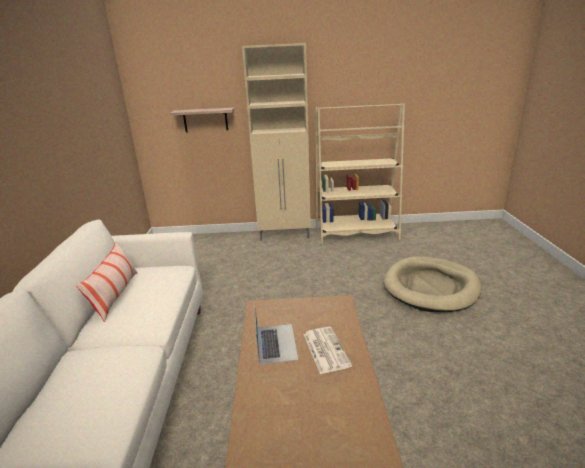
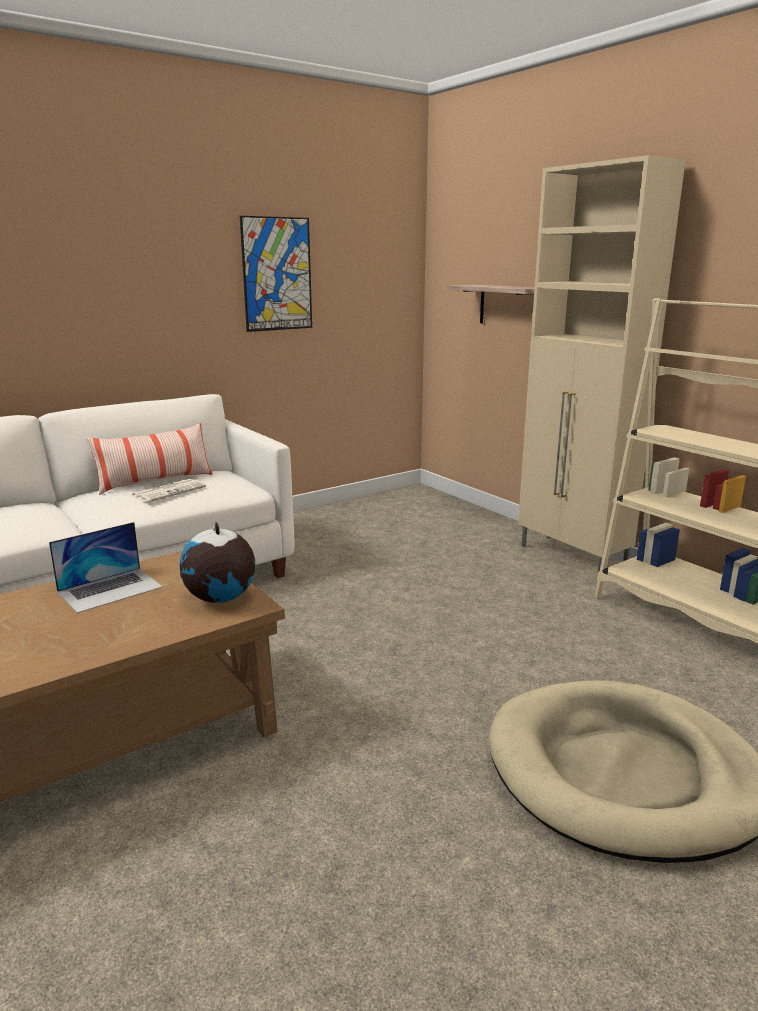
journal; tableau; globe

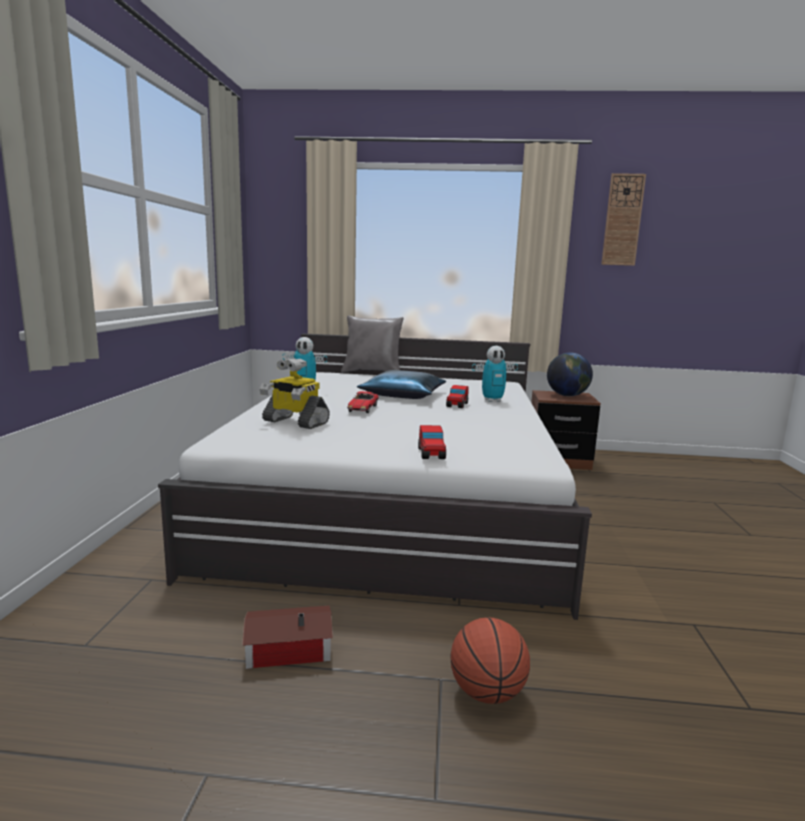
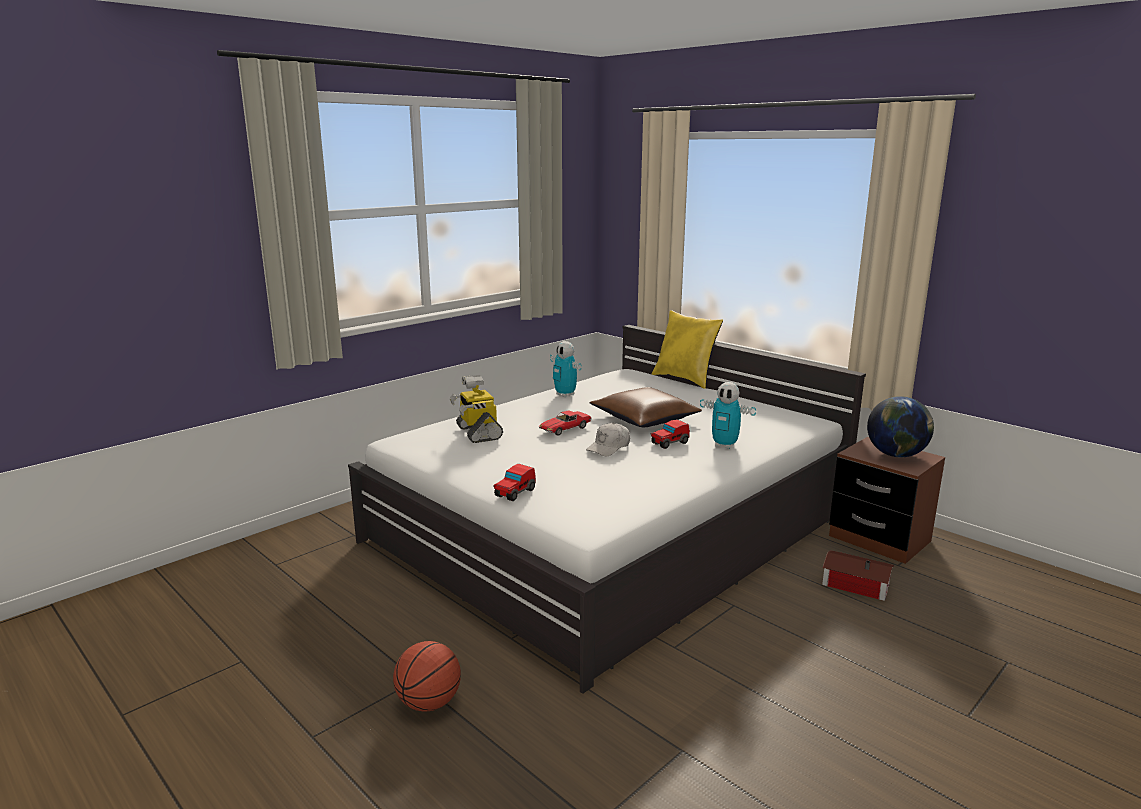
horloge murale; coussin (jaune); coussin (marron); maison miniature; casquette (blanc)

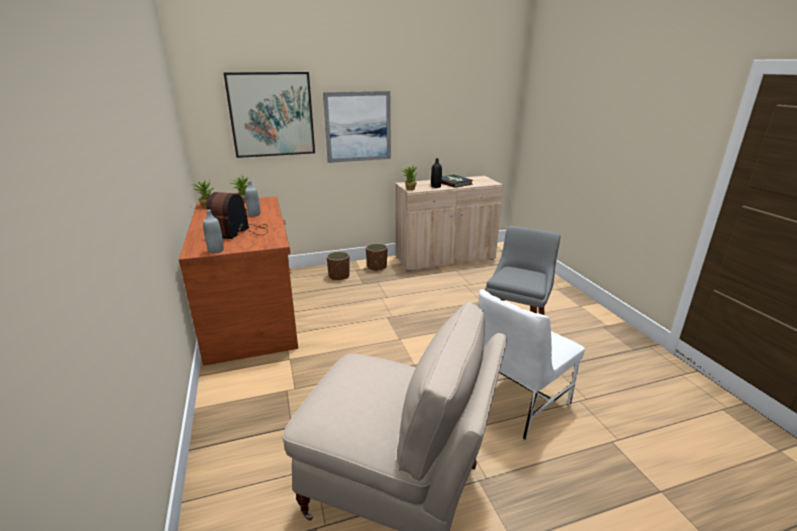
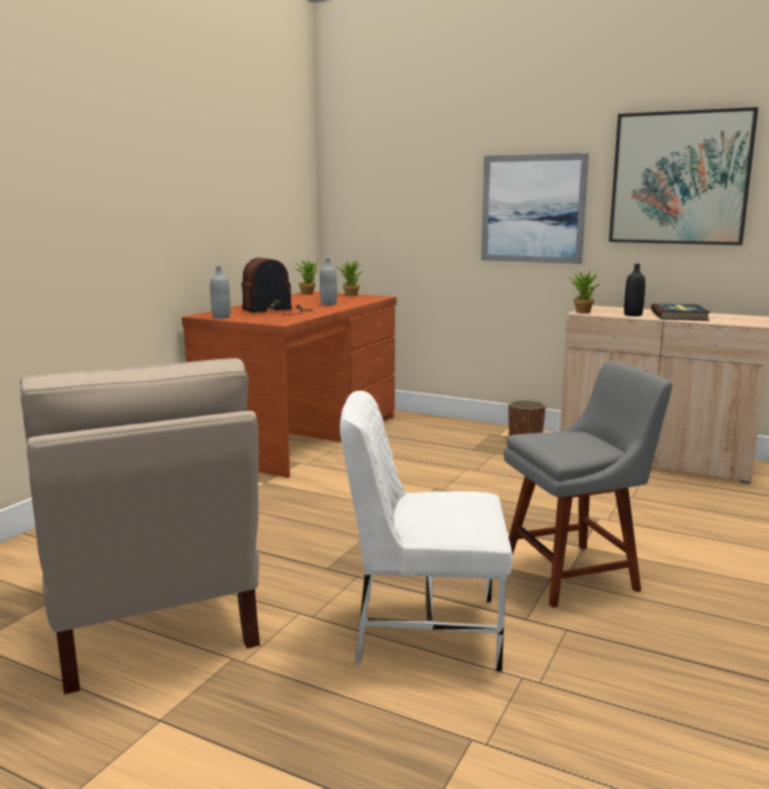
tableau (2nd from left); cache-pot (marron) (1st from left in the first image)

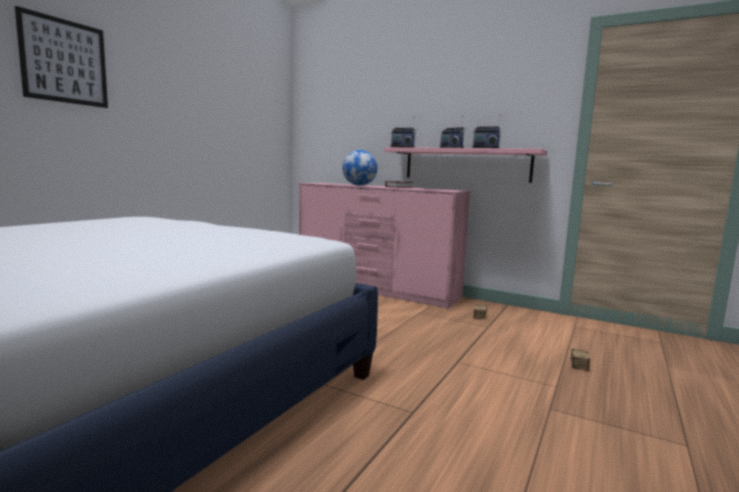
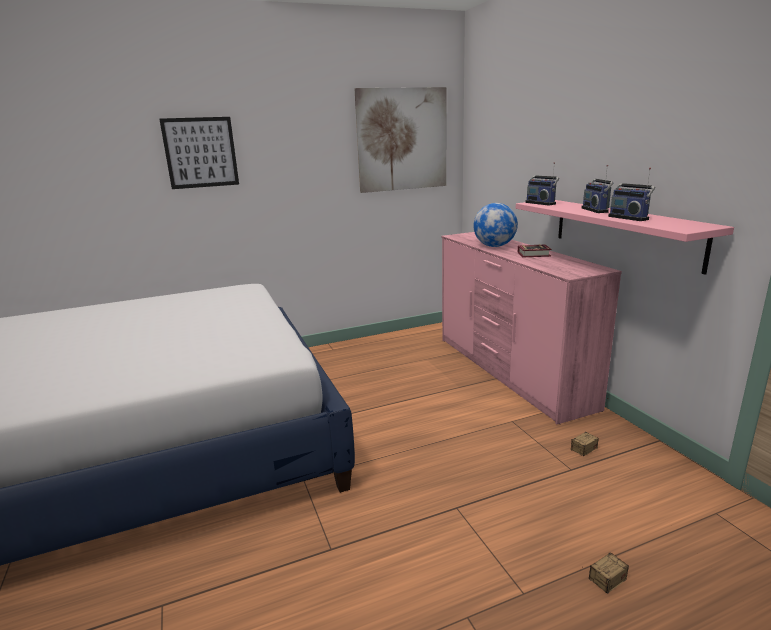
tableau (2nd from left)

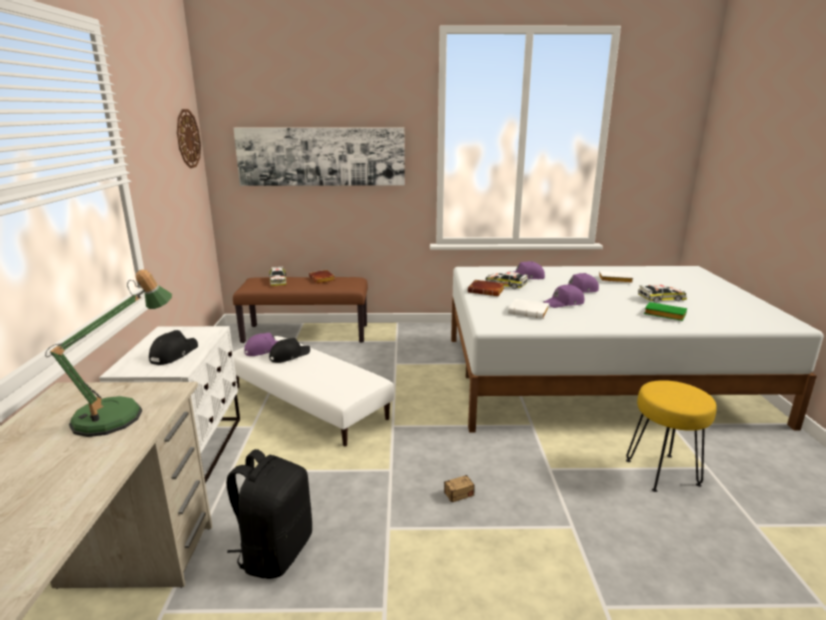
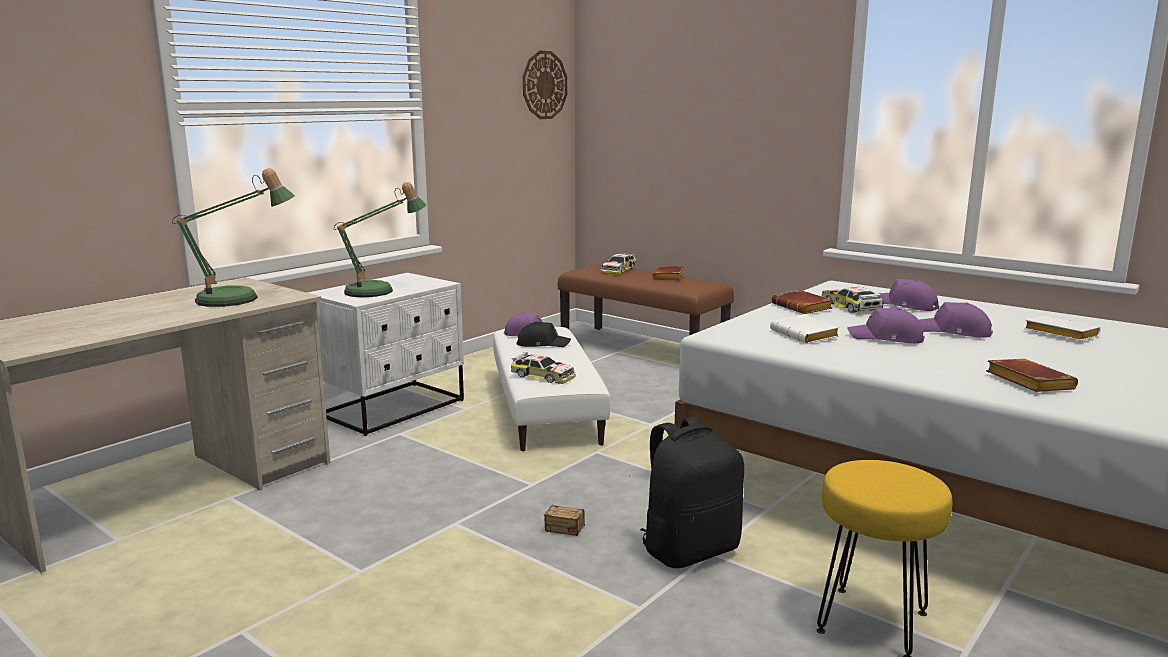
tableau; petite voiture (1st from left); livre (marron) (3rd from left); lampe de table (2nd from left); sac à dos (noir)

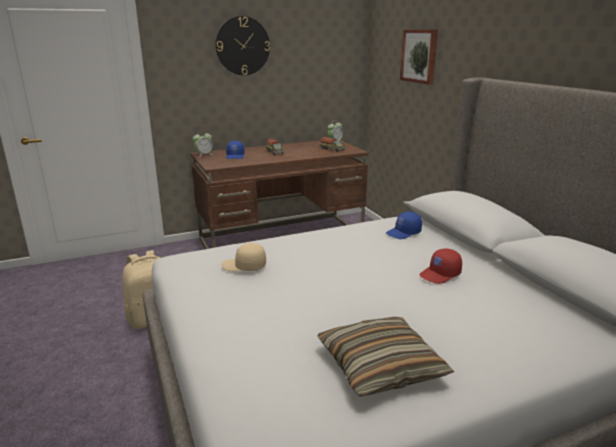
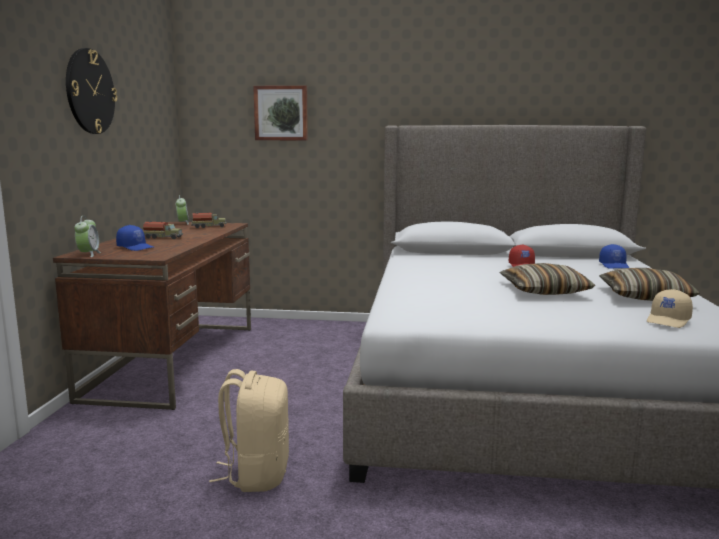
casquette (bleu) (2nd from left); casquette (beige); coussin (1st from left)

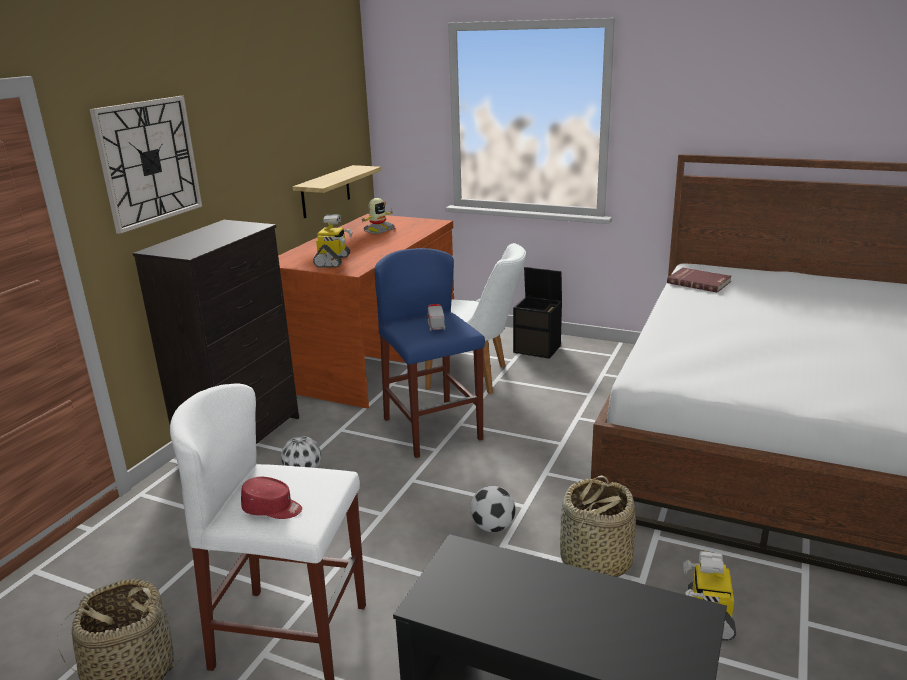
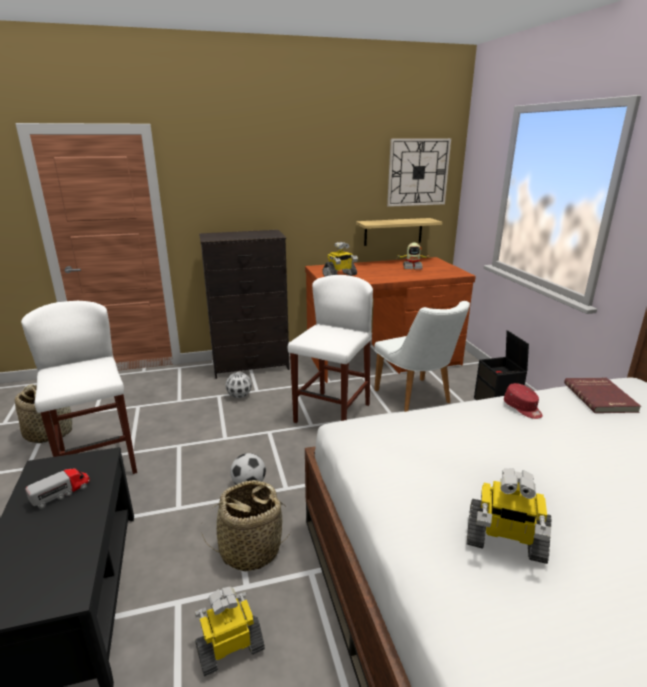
horloge murale; tabouret (blanc) (2nd from left); camion jouet; casquette (rouge); robot jouet (4th from left)

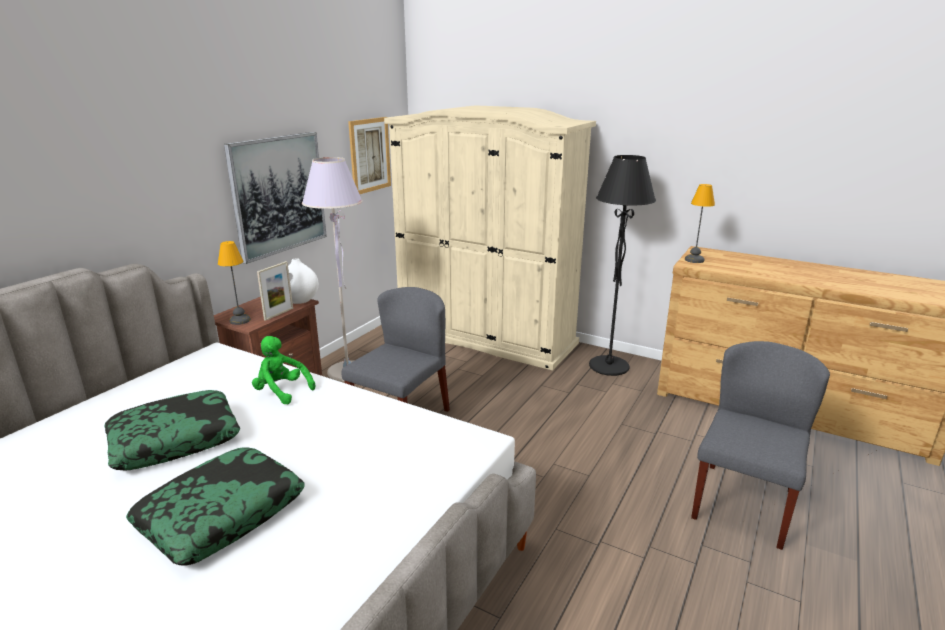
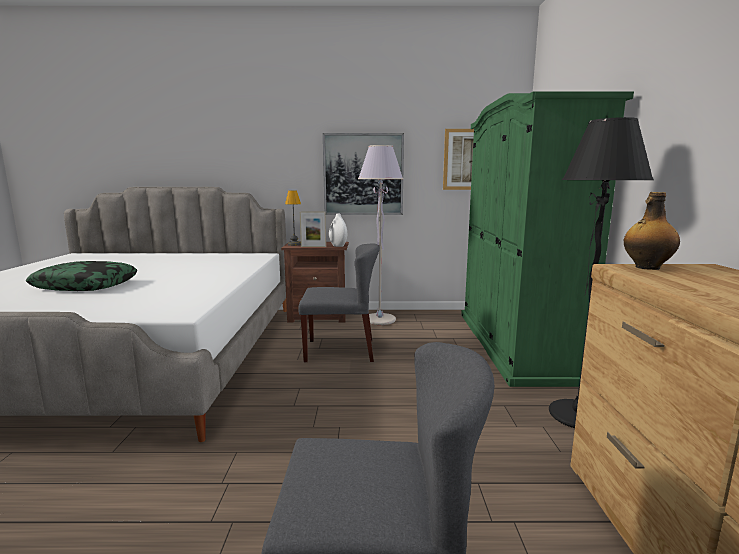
armoire (vert); bouteille; peluche (vert); coussin (1st from left in the first image)

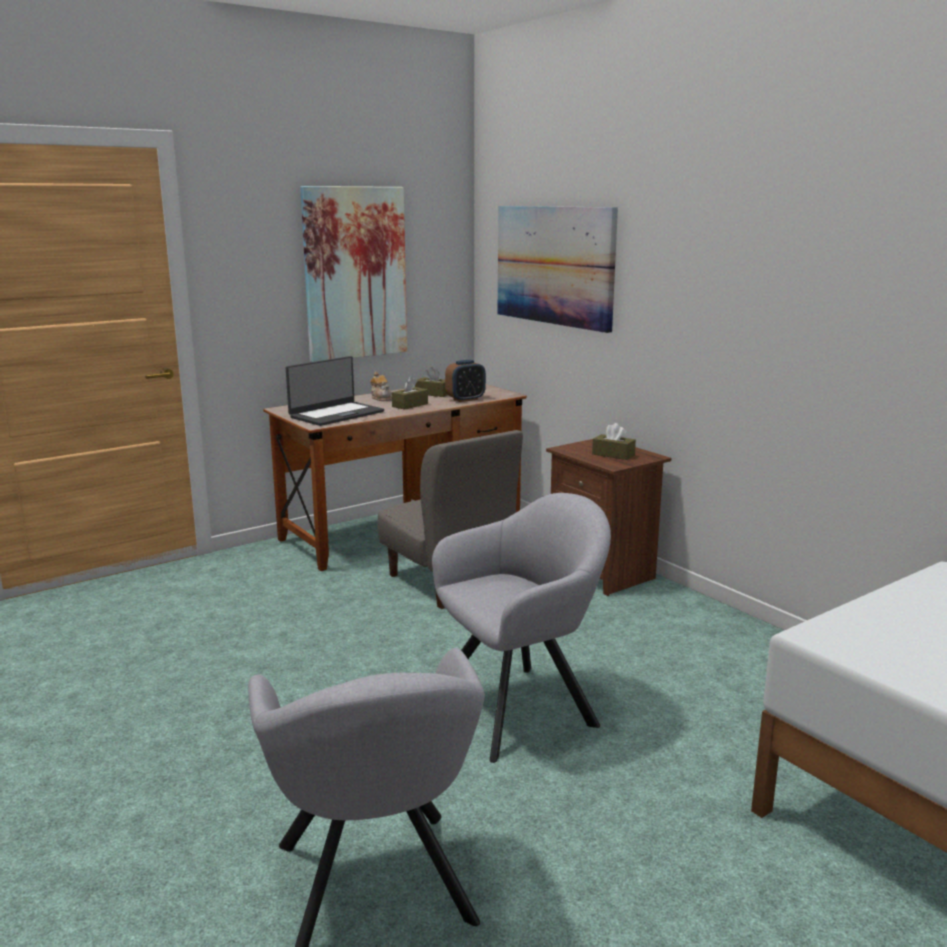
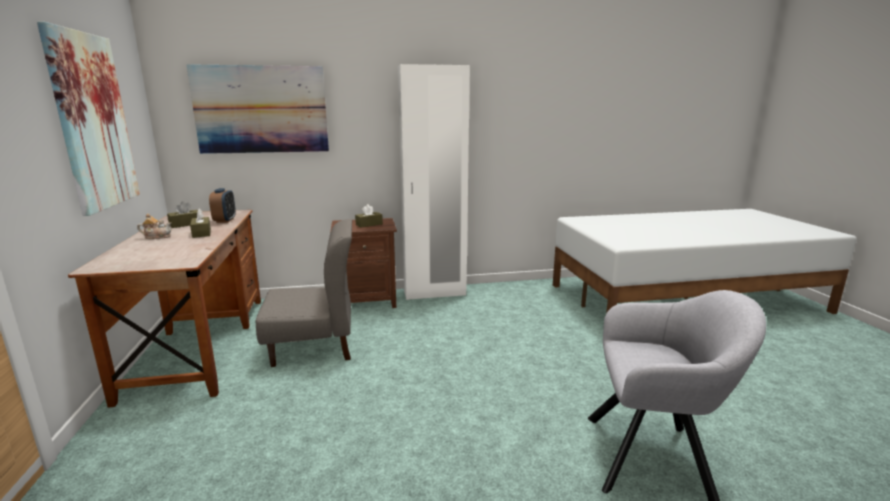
ordinateur portable; fauteuil (gris) (2nd from left in the first image); armoire (blanc)

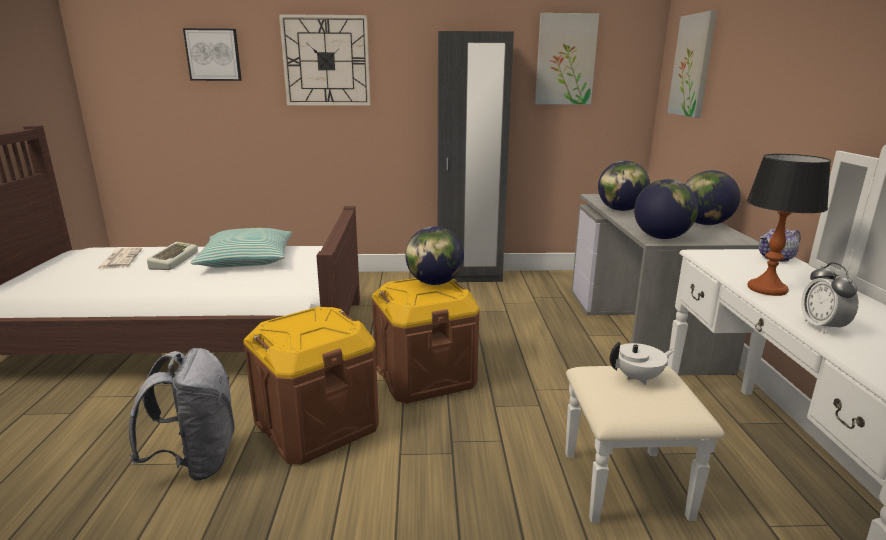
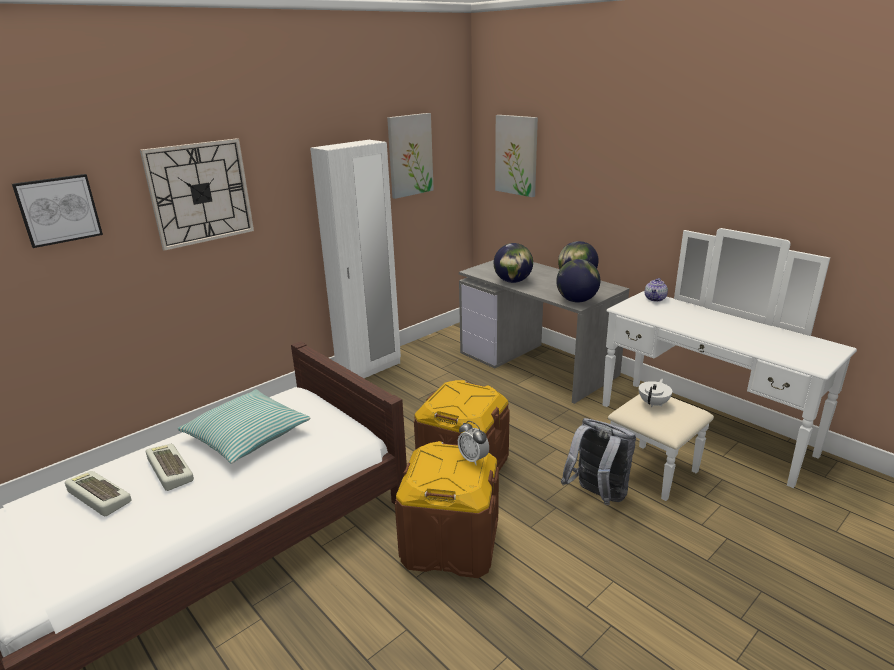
armoire (blanc); lampe de table; globe (1st from left in the first image); clavier (1st from left); réveil; sac à dos (gris)

